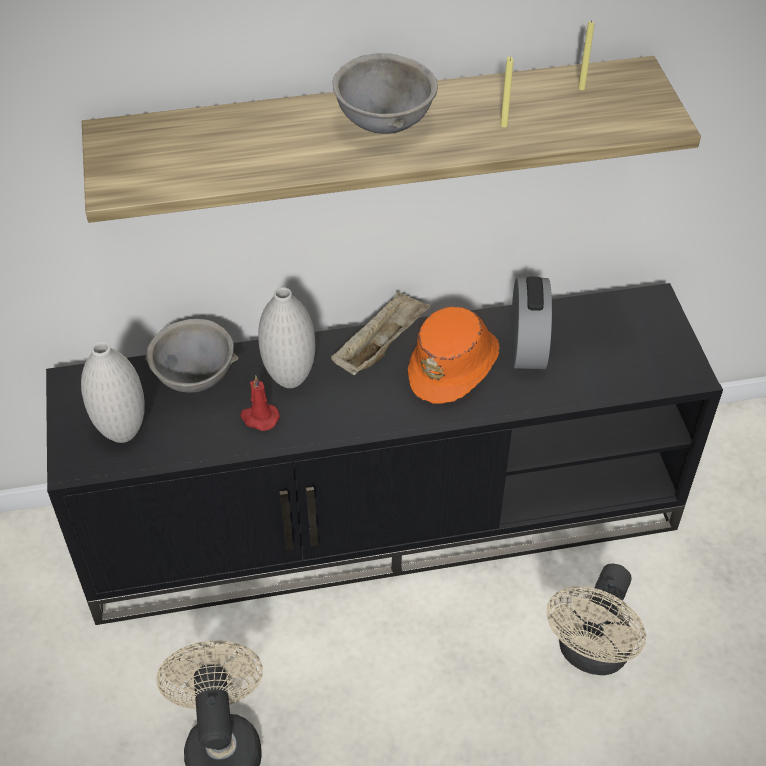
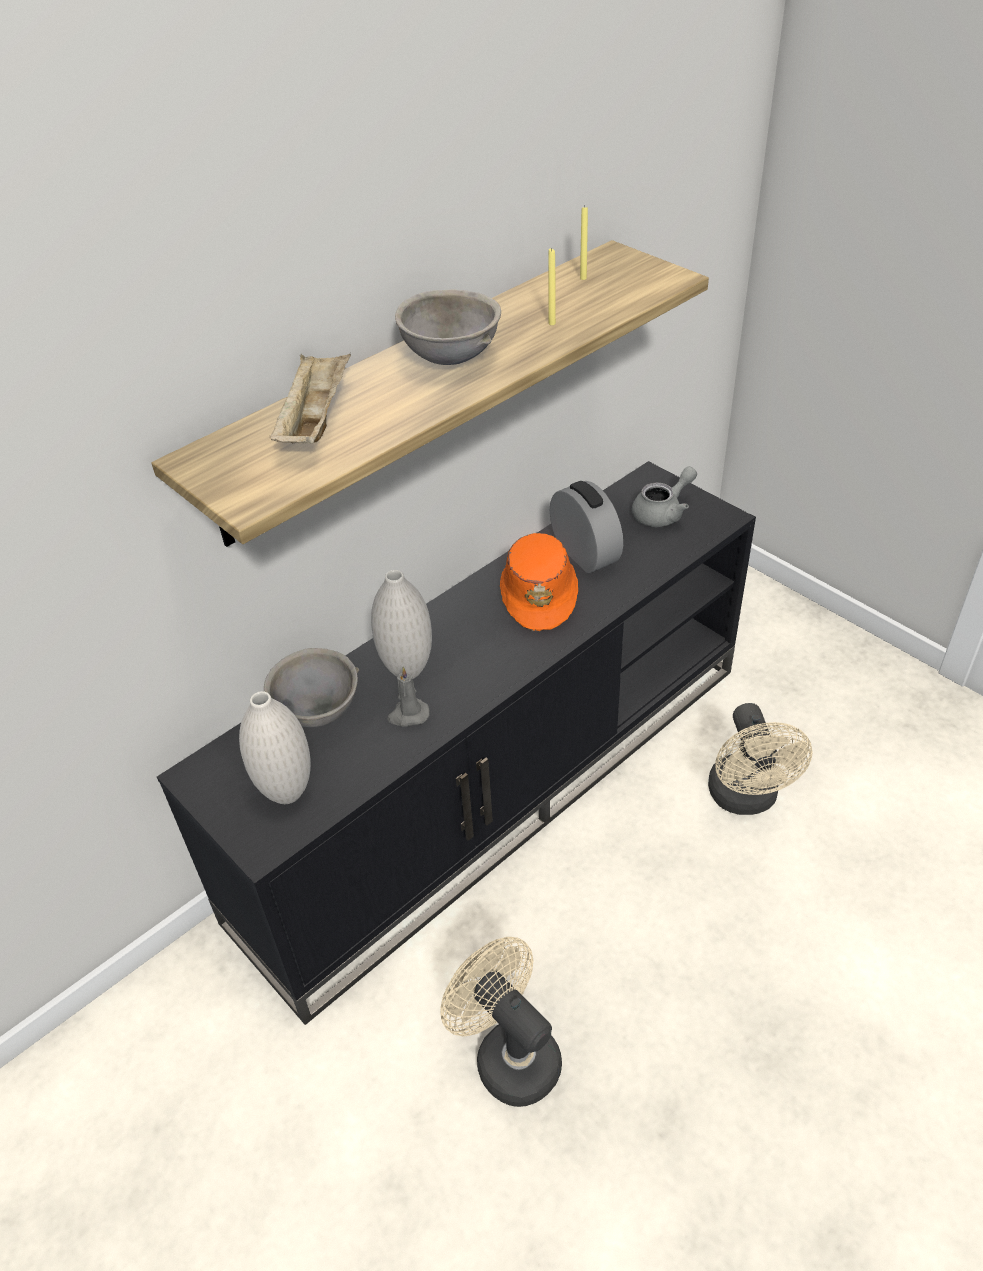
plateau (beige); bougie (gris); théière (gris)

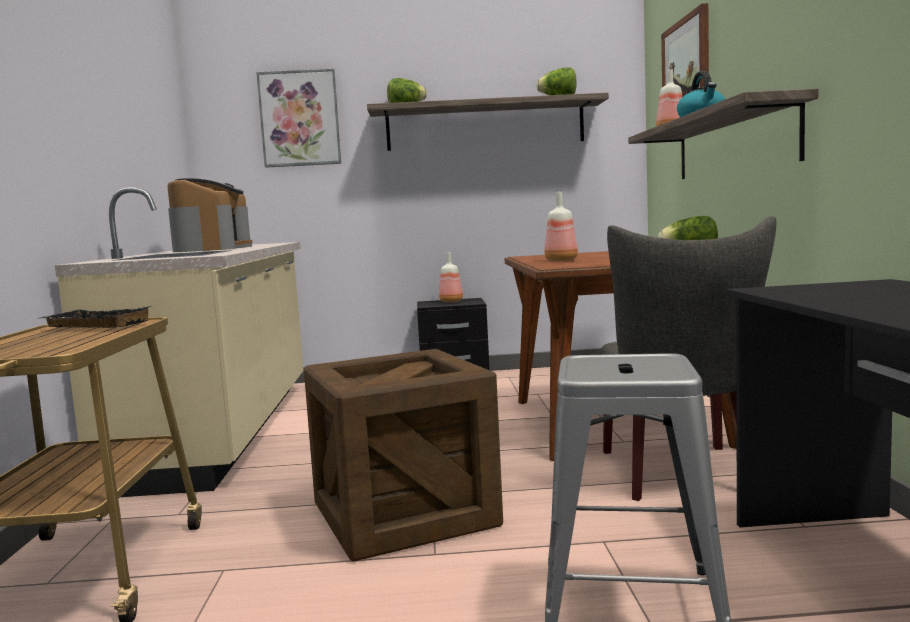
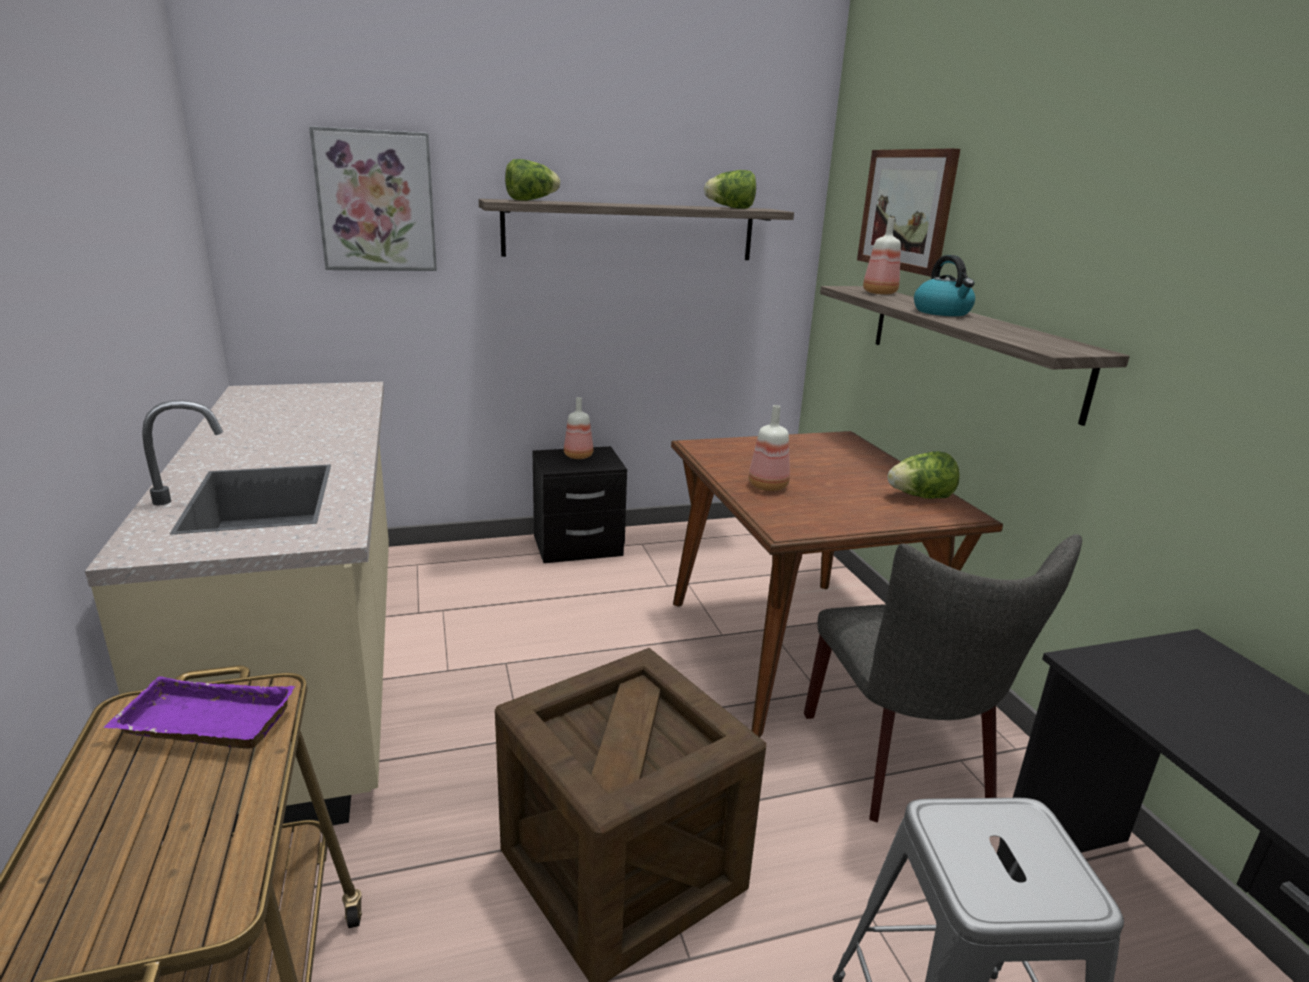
machine à café; plateau (violet)

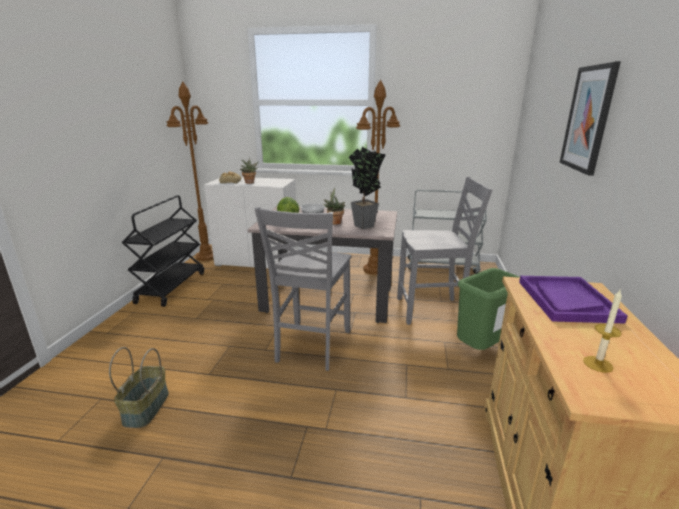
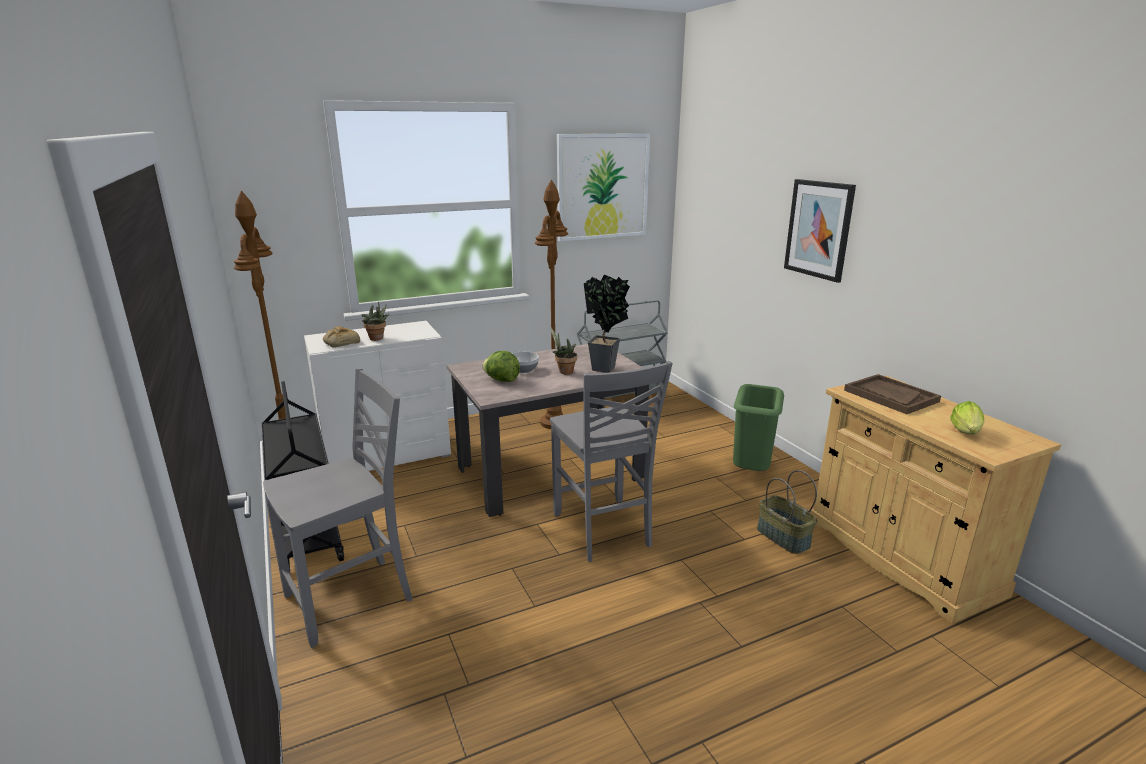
chaise (gris) (1st from left); plateau (marron); laitue (2nd from left); panier; tableau (1st from left)

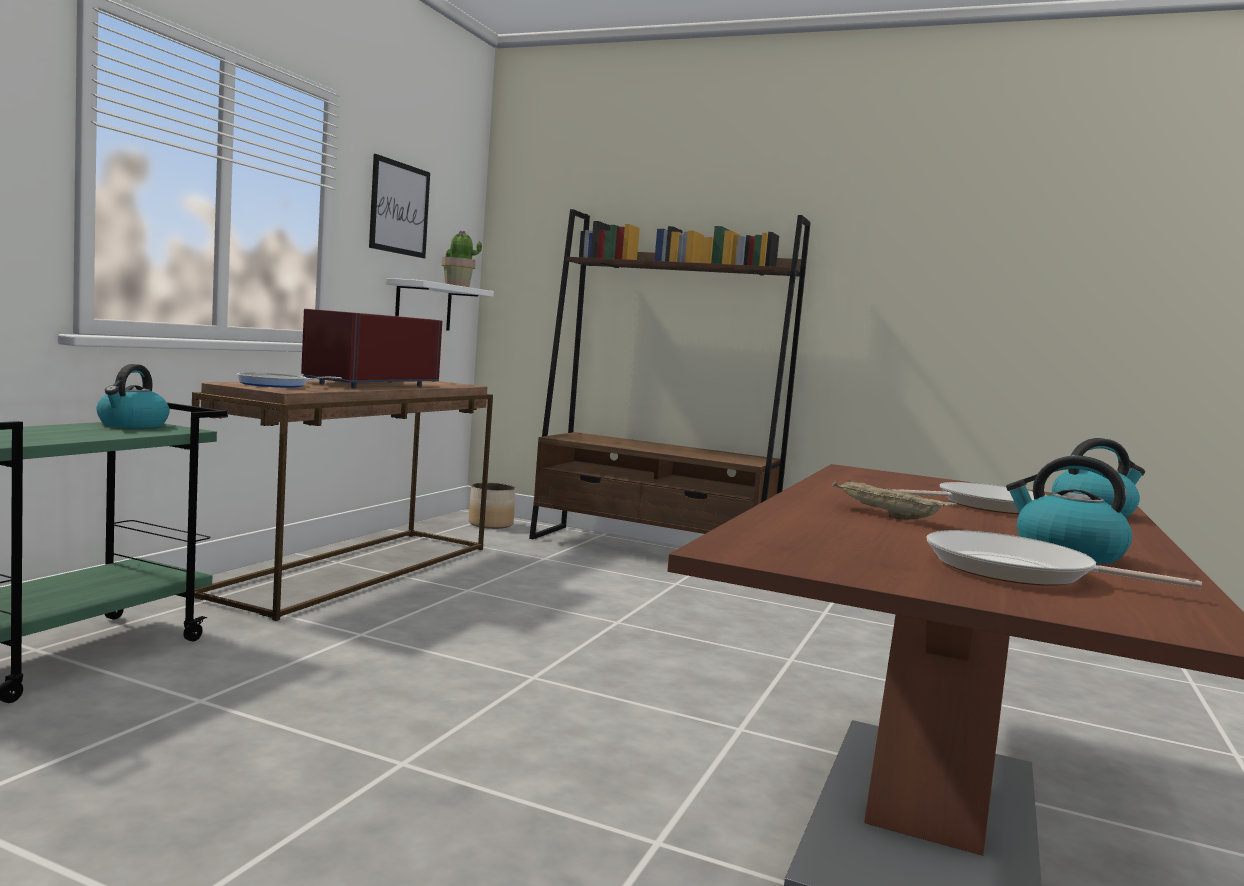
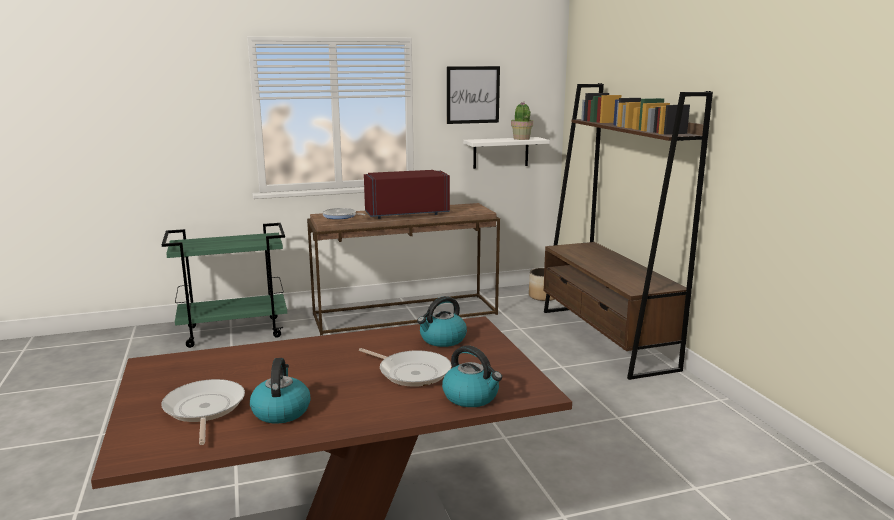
bouilloire (2nd from left); plateau (beige)

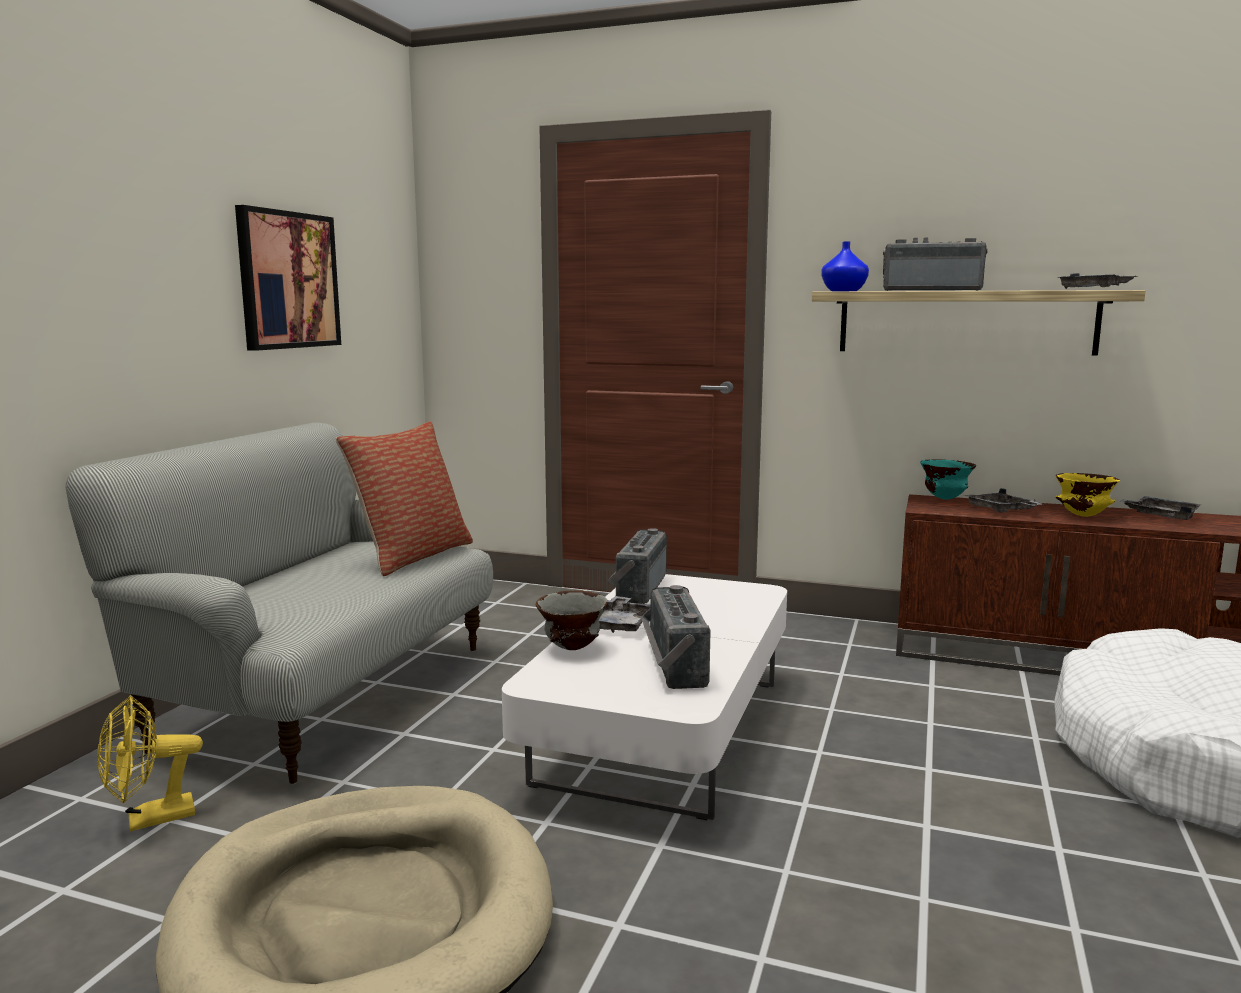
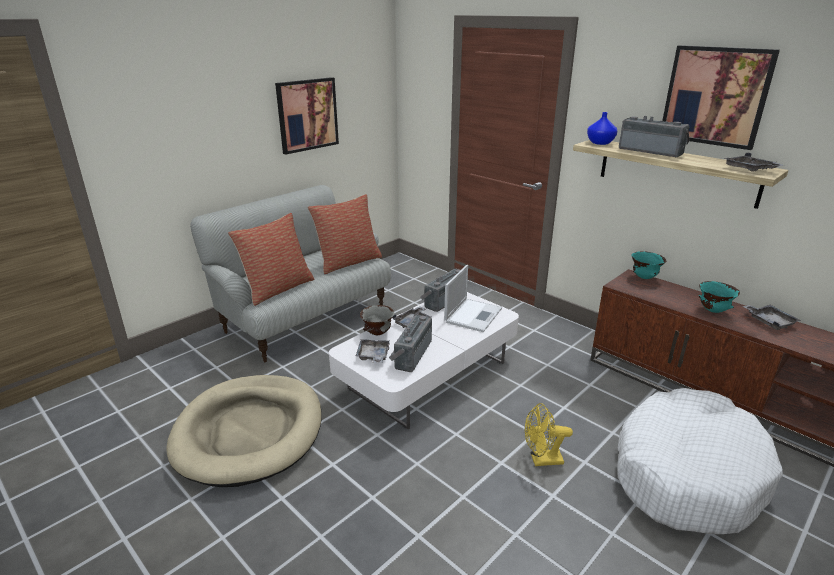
bol (turquoise) (2nd from left); plateau (gris) (1st from left); ventilateur (jaune); tableau (2nd from left); coussin (1st from left); ordinateur portable

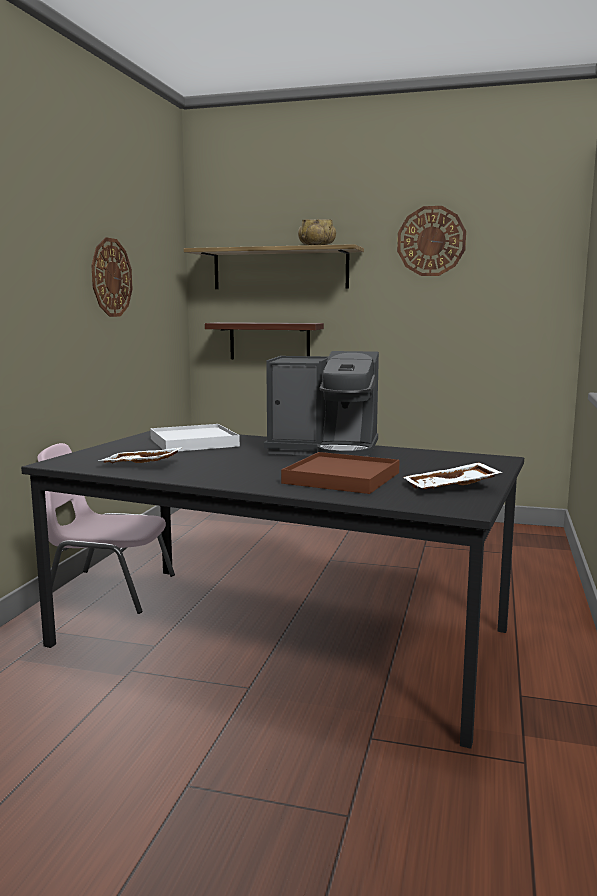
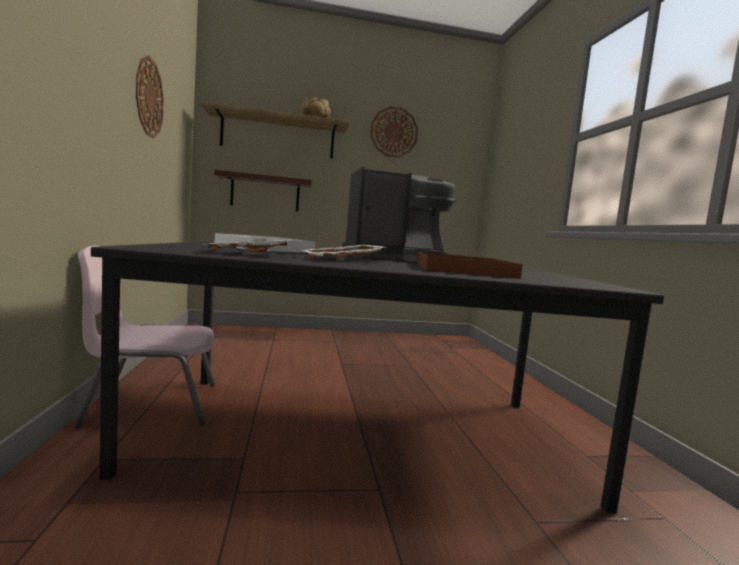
plateau (blanc) (3rd from left)

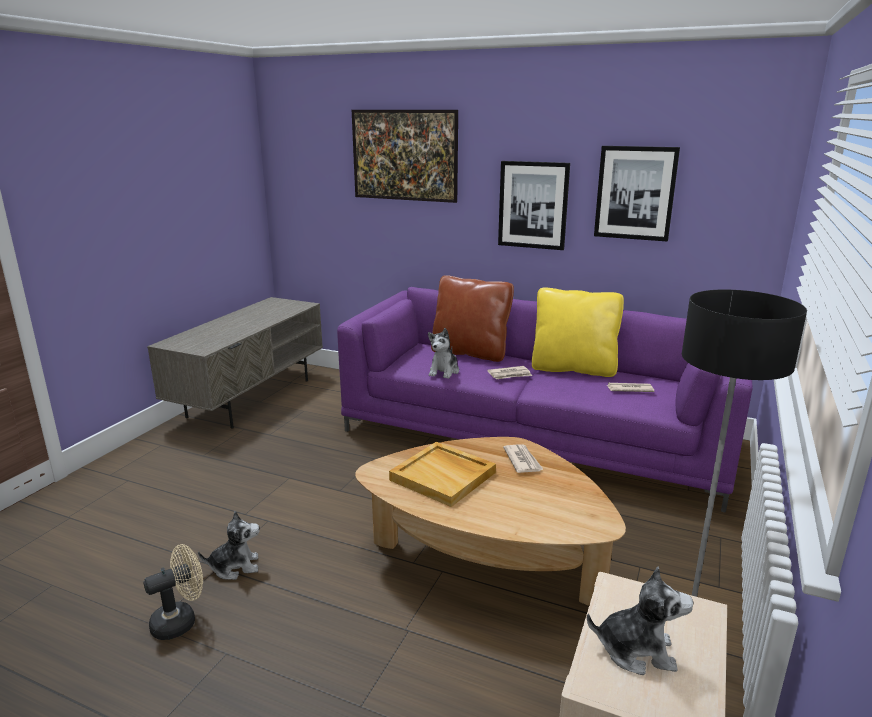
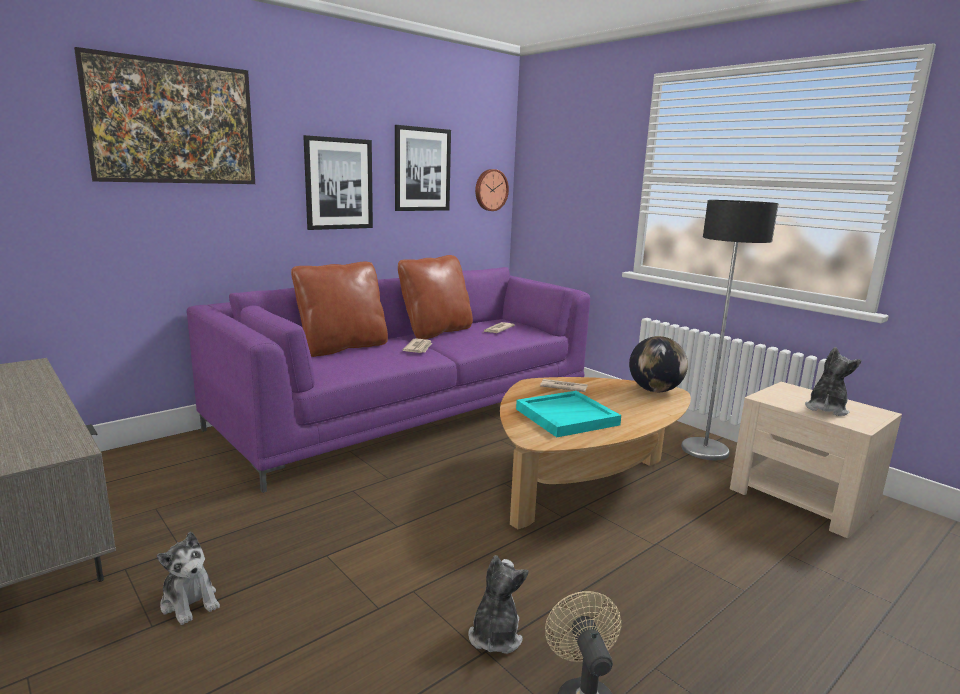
coussin (marron) (2nd from left); peluche (1st from left); plateau (turquoise); horloge murale; globe

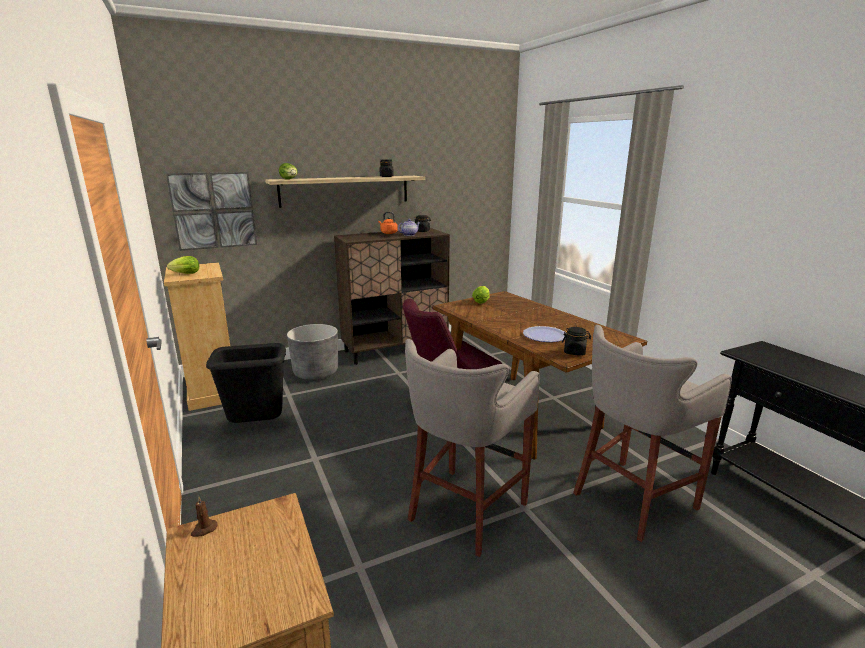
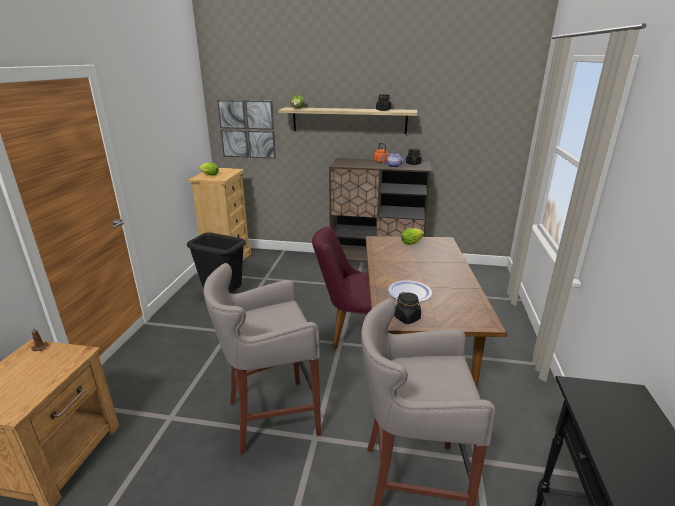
cache-pot (gris)

